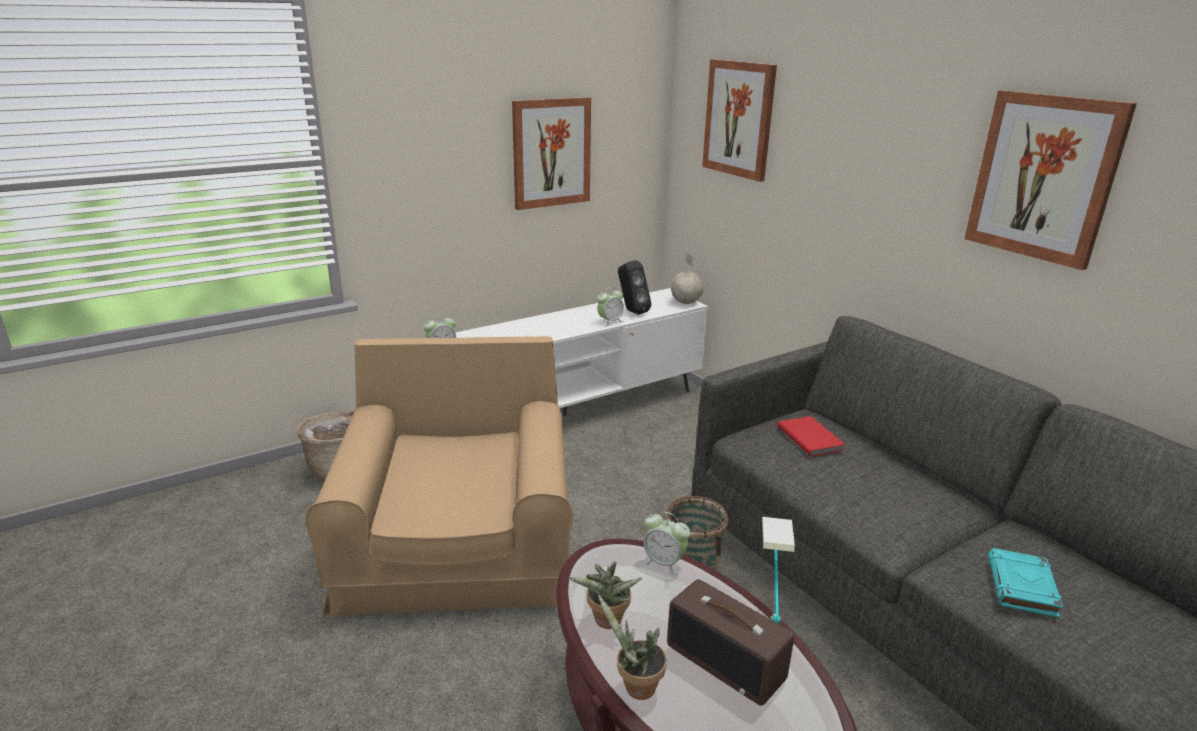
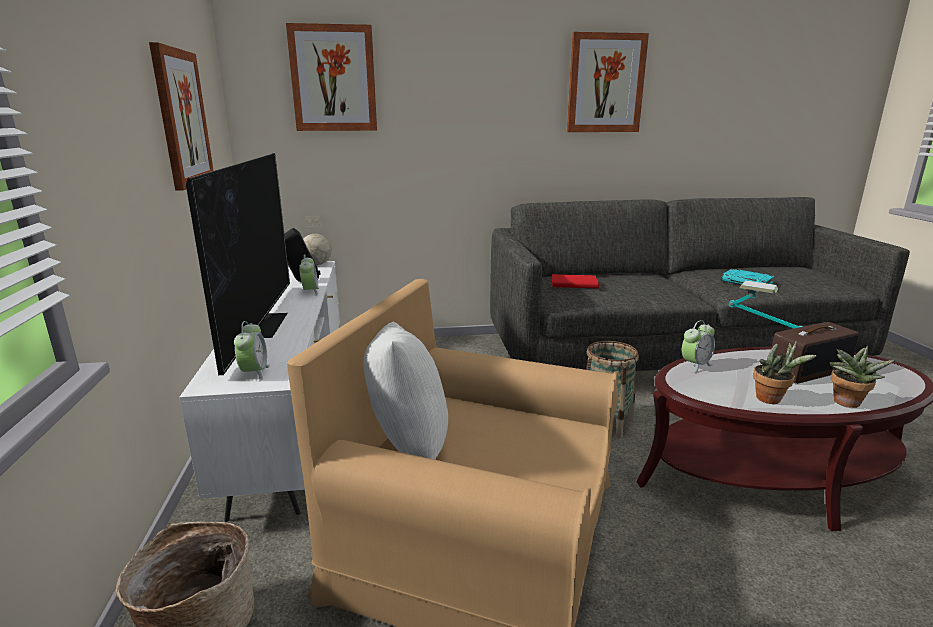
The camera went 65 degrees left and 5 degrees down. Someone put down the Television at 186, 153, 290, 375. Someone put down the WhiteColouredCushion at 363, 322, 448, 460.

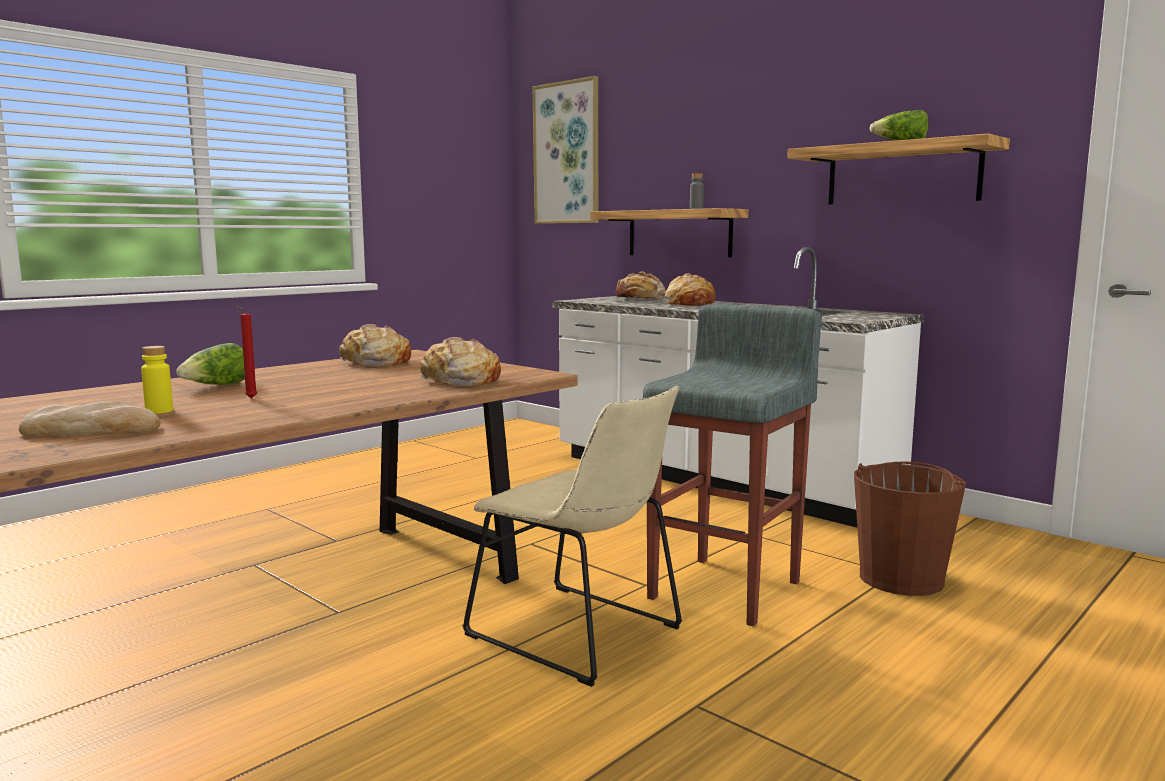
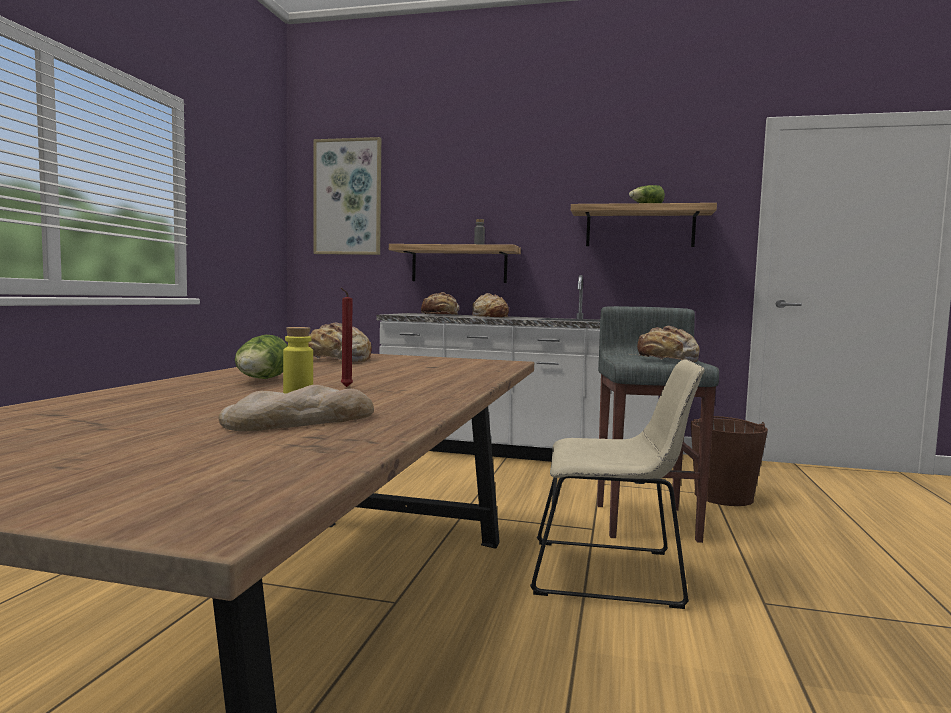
The camera went 30 degrees left and 5 degrees down. Someone carried the BakedBread from 420, 337, 501, 386 to 630, 326, 699, 362.

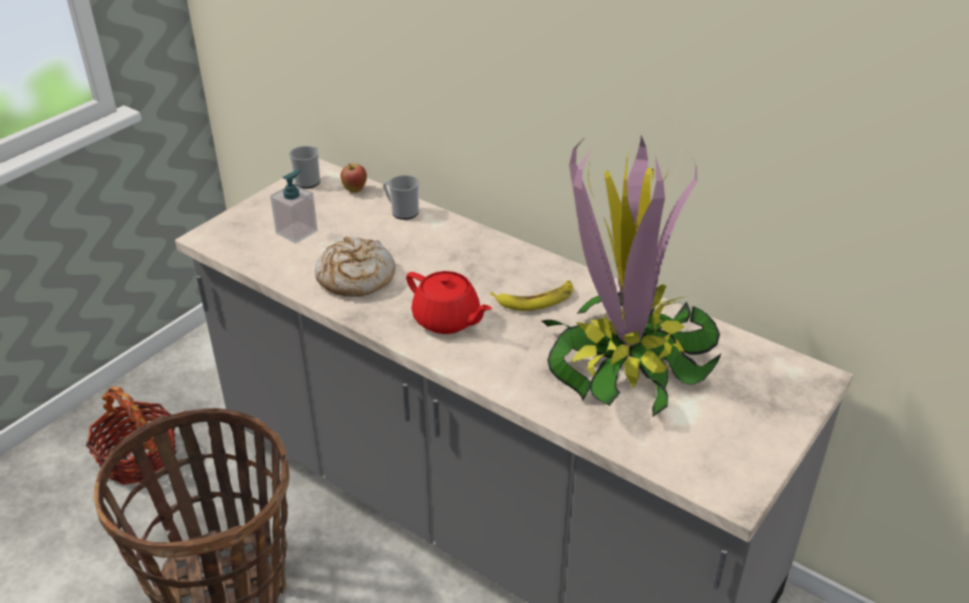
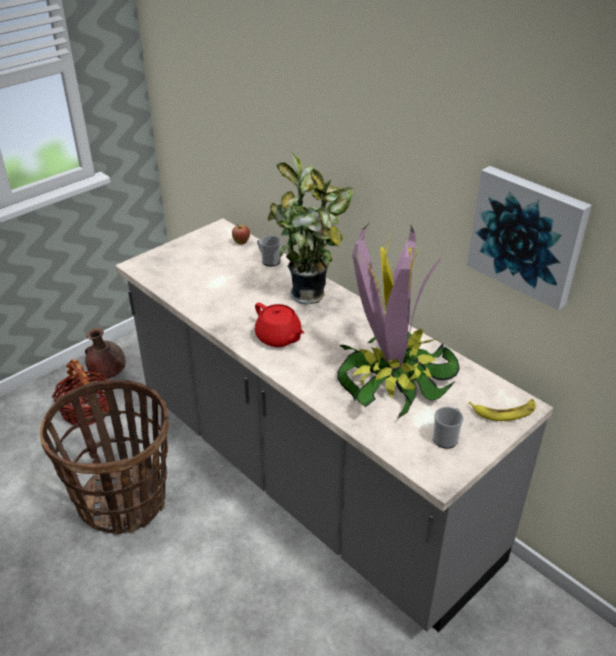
The camera went 10 degrees right and 0 degrees up. Someone put down the BrownColouredFlowerVase at 85, 328, 126, 379. Someone put down the PlantInAPot at 268, 151, 354, 304. Someone carried the CoffeeMug from 289, 146, 320, 189 to 433, 407, 463, 449. Someone put up the WallArt at 467, 166, 592, 310. Someone carried the BananaFruit from 490, 280, 573, 311 to 468, 399, 536, 421. Someone took away the SoapDispenser at 270, 169, 318, 243. Someone took away the BakedBread at 315, 237, 396, 297.

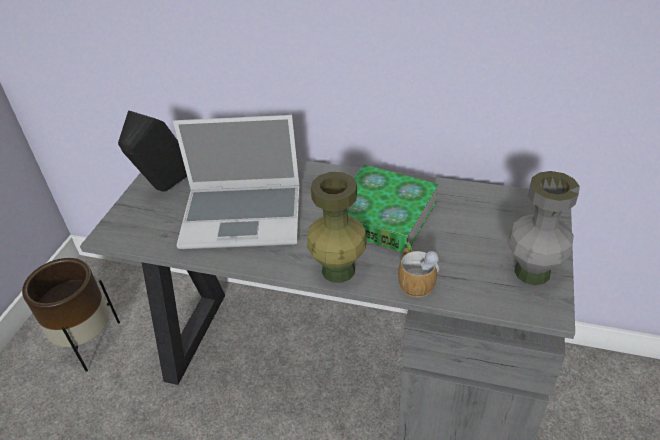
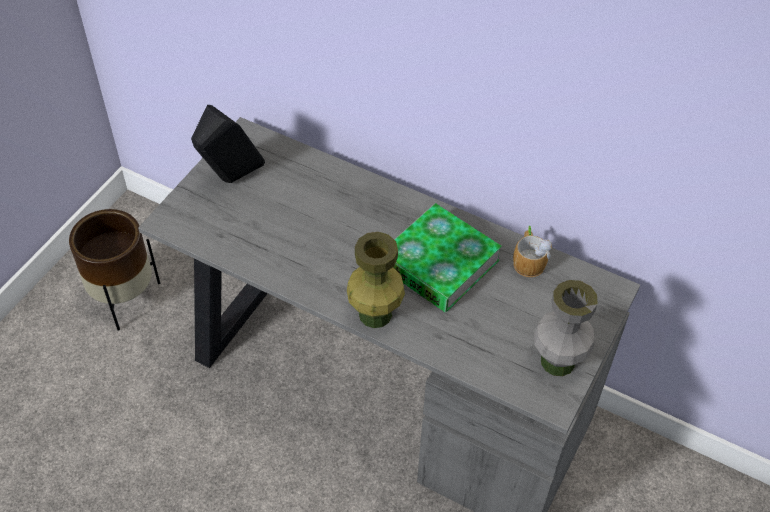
The camera went 10 degrees right and 10 degrees up. Someone carried the CoffeeMug from 398, 242, 440, 297 to 513, 226, 552, 277. Someone took away the PortableComputer at 173, 115, 300, 249.

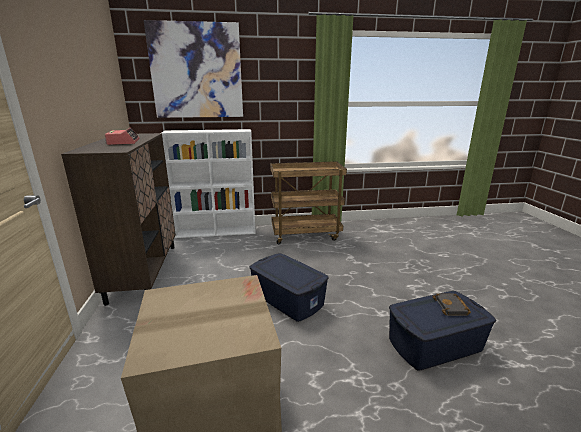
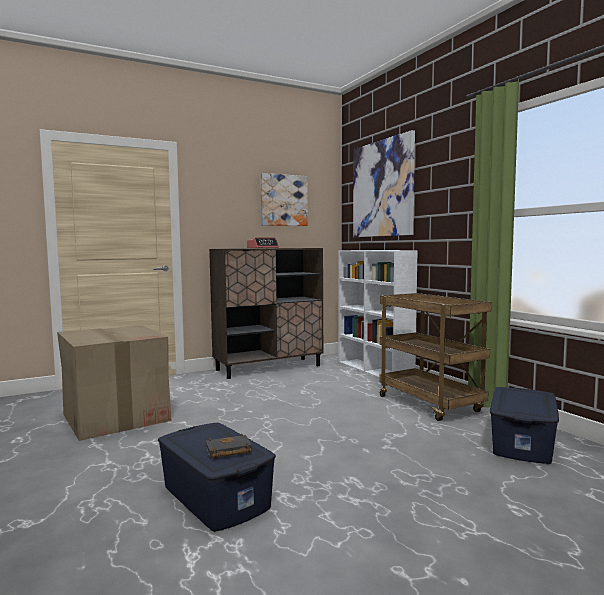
The camera went 70 degrees right and 15 degrees down. Someone put up the WallArt at 261, 173, 308, 226. Someone carried the BluishStorageContainer from 249, 253, 329, 322 to 490, 387, 559, 464.

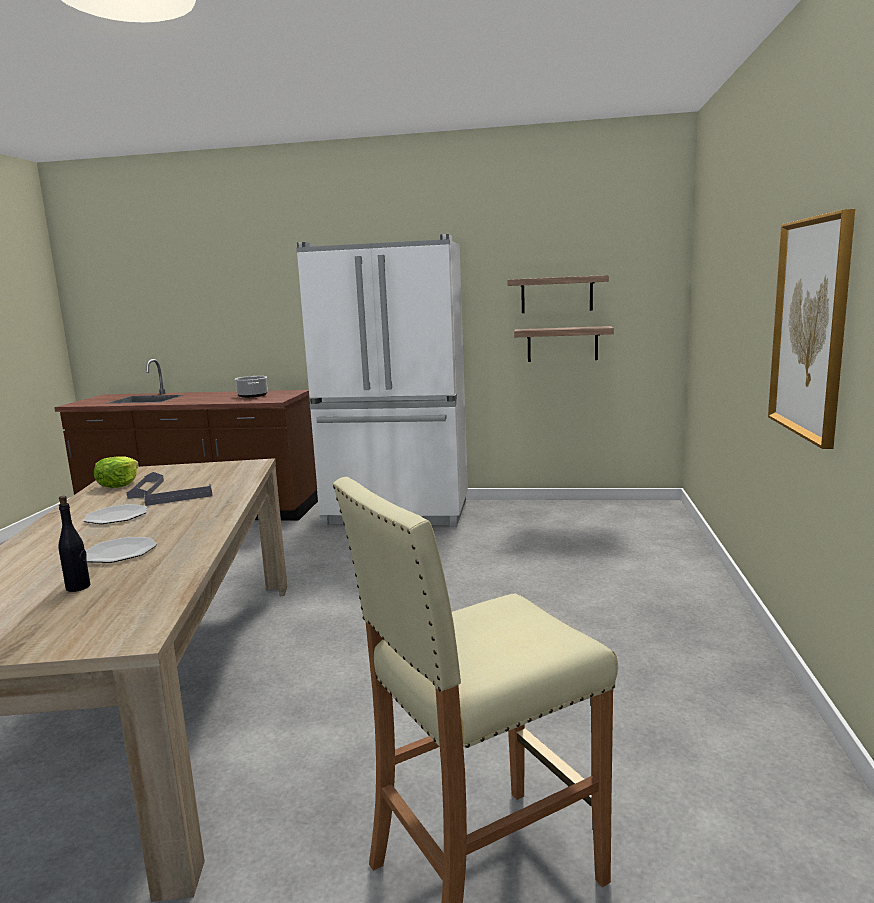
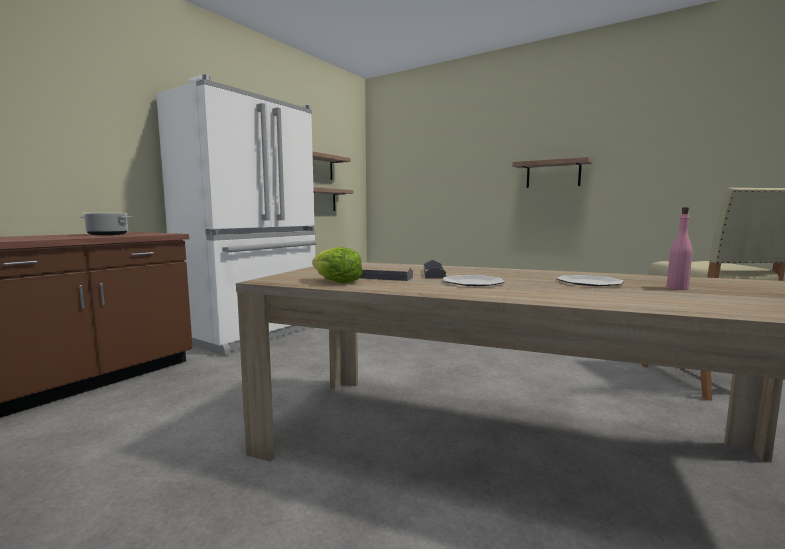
The camera went 65 degrees left and 5 degrees down. Someone swapped the WallArt at 768, 209, 855, 449 for the WallShelf at 512, 157, 592, 188. Someone repainted the BlackBeverageBottle at 58, 496, 91, 592, which became the PinkBeverageBottle at 667, 207, 692, 290.

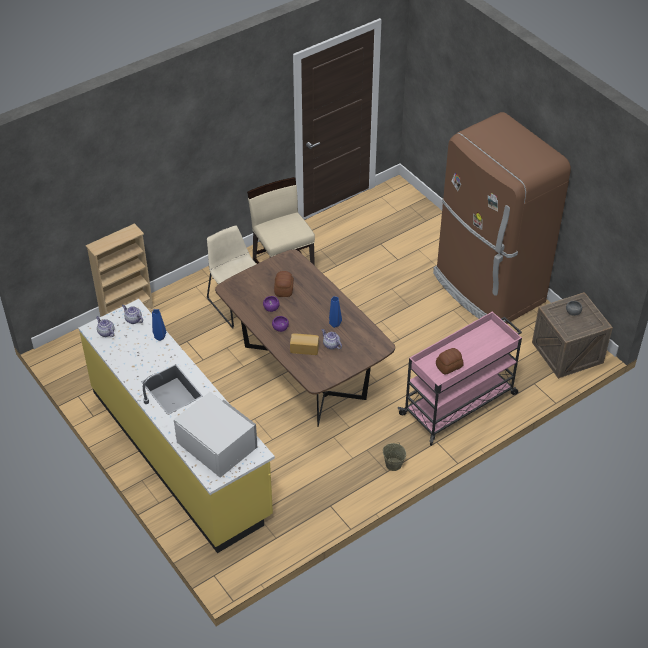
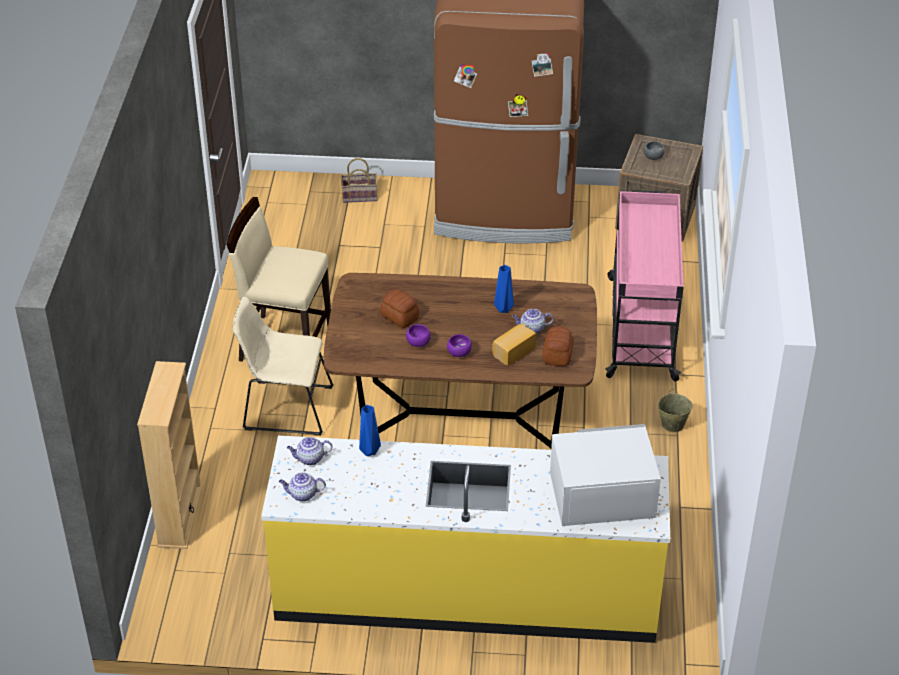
The camera went 50 degrees left and 5 degrees down. Someone put down the Basket at 341, 158, 378, 203. Someone carried the BakedBread from 436, 348, 464, 374 to 543, 326, 574, 366.

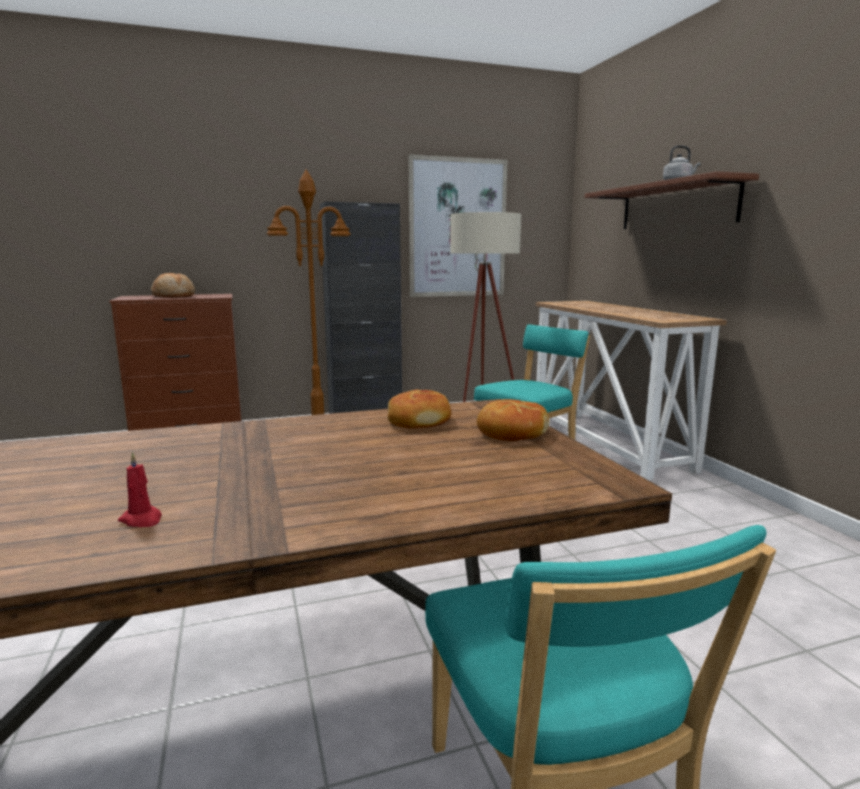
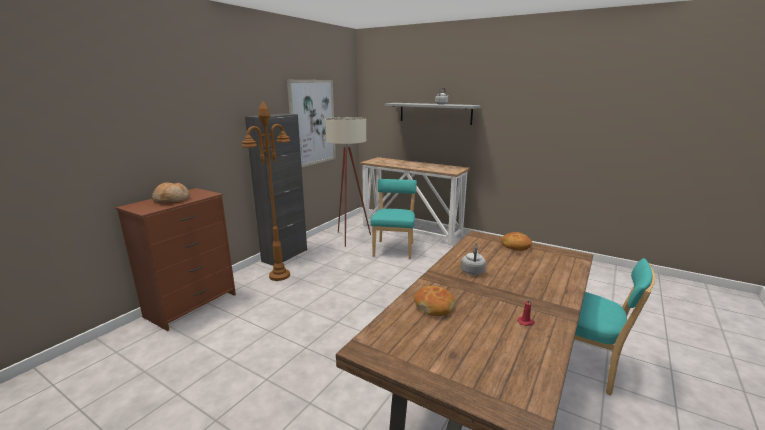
The camera went 40 degrees left and 5 degrees up. Someone repainted the BrownColouredWallShelf at 585, 171, 759, 229, which became the GreyWallShelf at 385, 103, 481, 125. Someone carried the BakedBread from 388, 390, 451, 429 to 414, 286, 455, 316. Someone put down the GreyWaterKettle at 461, 243, 486, 275.

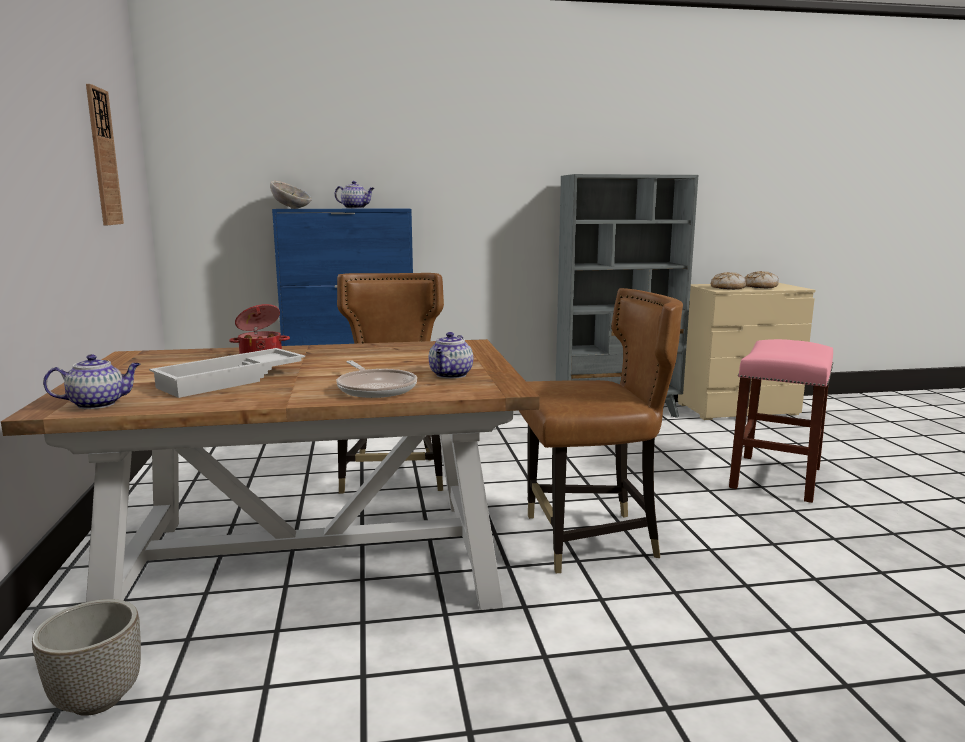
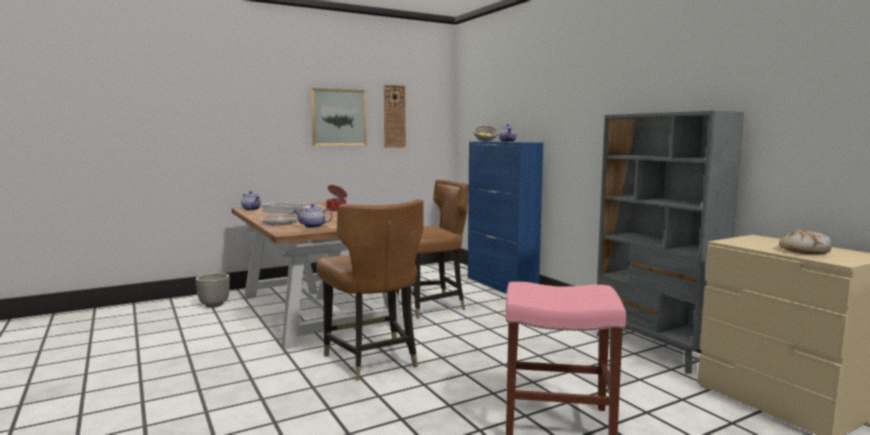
The camera went 70 degrees right and 5 degrees down. Someone put up the WallArt at 311, 88, 366, 146. Someone took away the BakedBread at 711, 272, 746, 290.

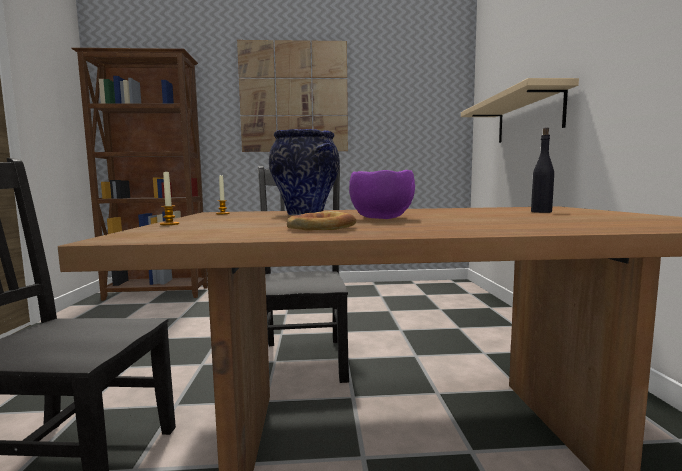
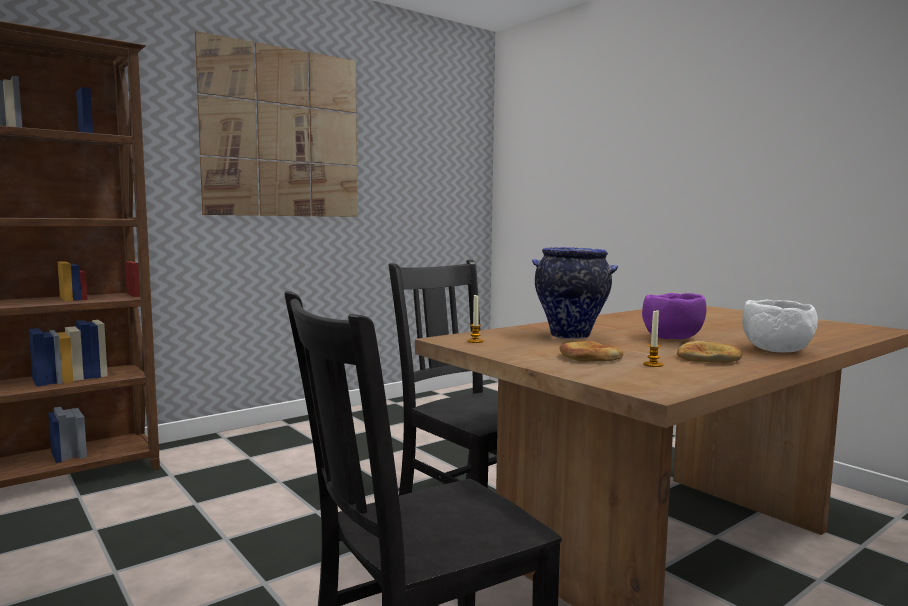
The camera went 35 degrees left and 0 degrees up. Someone put down the BakedBread at 560, 341, 623, 362. Someone carried the Candle from 160, 172, 179, 225 to 643, 310, 663, 367. Someone put down the WhiteColouredDeepDish at 742, 300, 818, 353. Someone took away the SandColouredWallShelf at 461, 78, 579, 143. Someone took away the BlackBeverageBottle at 531, 128, 554, 213.

